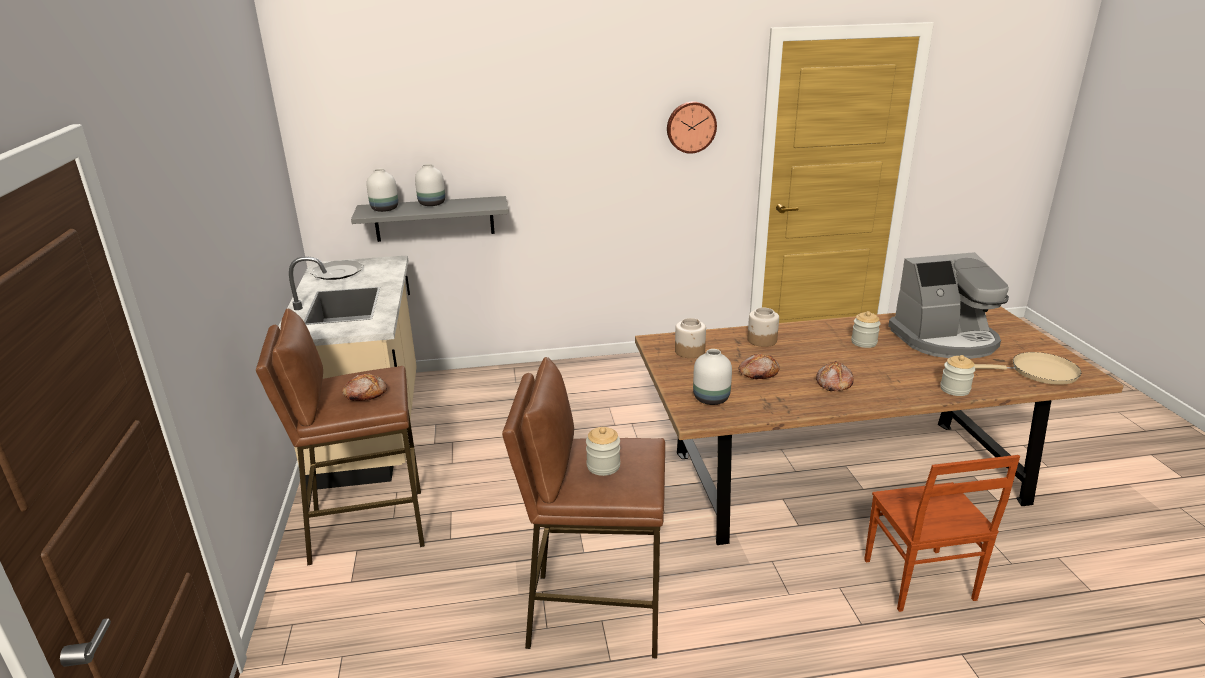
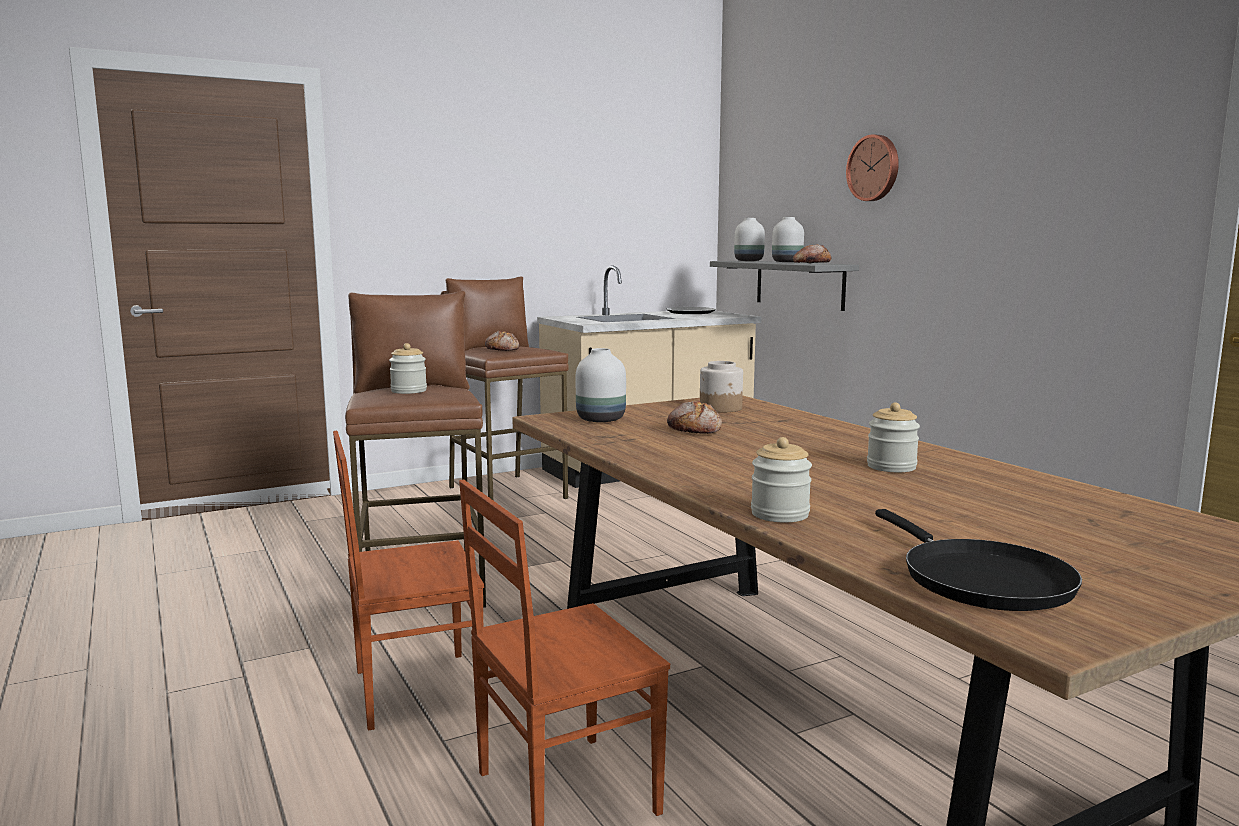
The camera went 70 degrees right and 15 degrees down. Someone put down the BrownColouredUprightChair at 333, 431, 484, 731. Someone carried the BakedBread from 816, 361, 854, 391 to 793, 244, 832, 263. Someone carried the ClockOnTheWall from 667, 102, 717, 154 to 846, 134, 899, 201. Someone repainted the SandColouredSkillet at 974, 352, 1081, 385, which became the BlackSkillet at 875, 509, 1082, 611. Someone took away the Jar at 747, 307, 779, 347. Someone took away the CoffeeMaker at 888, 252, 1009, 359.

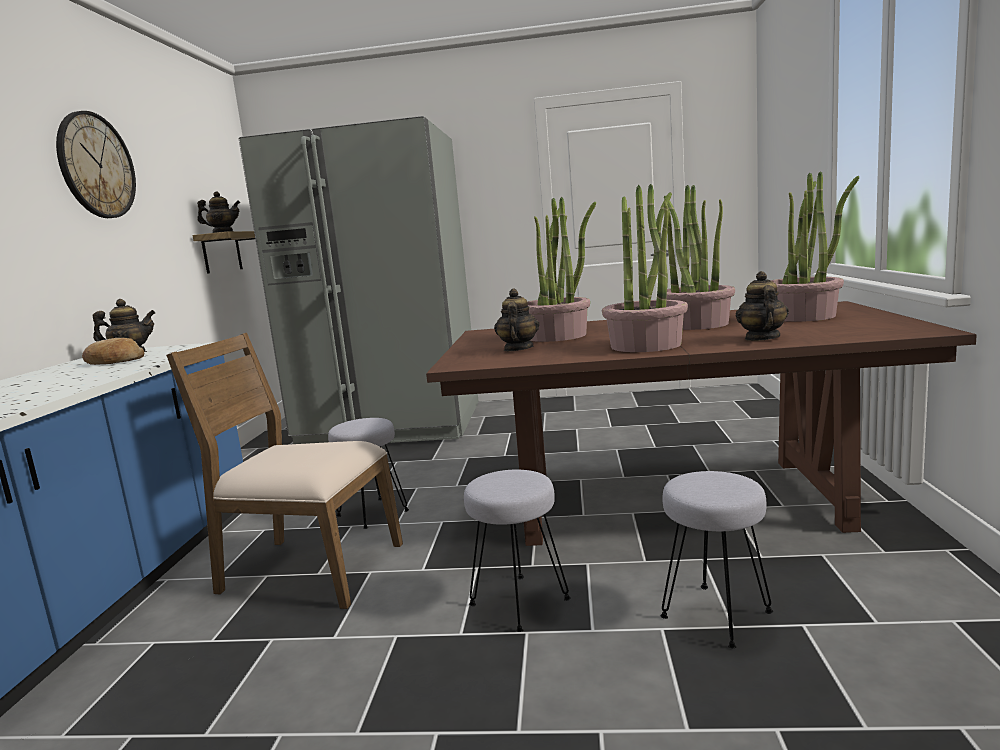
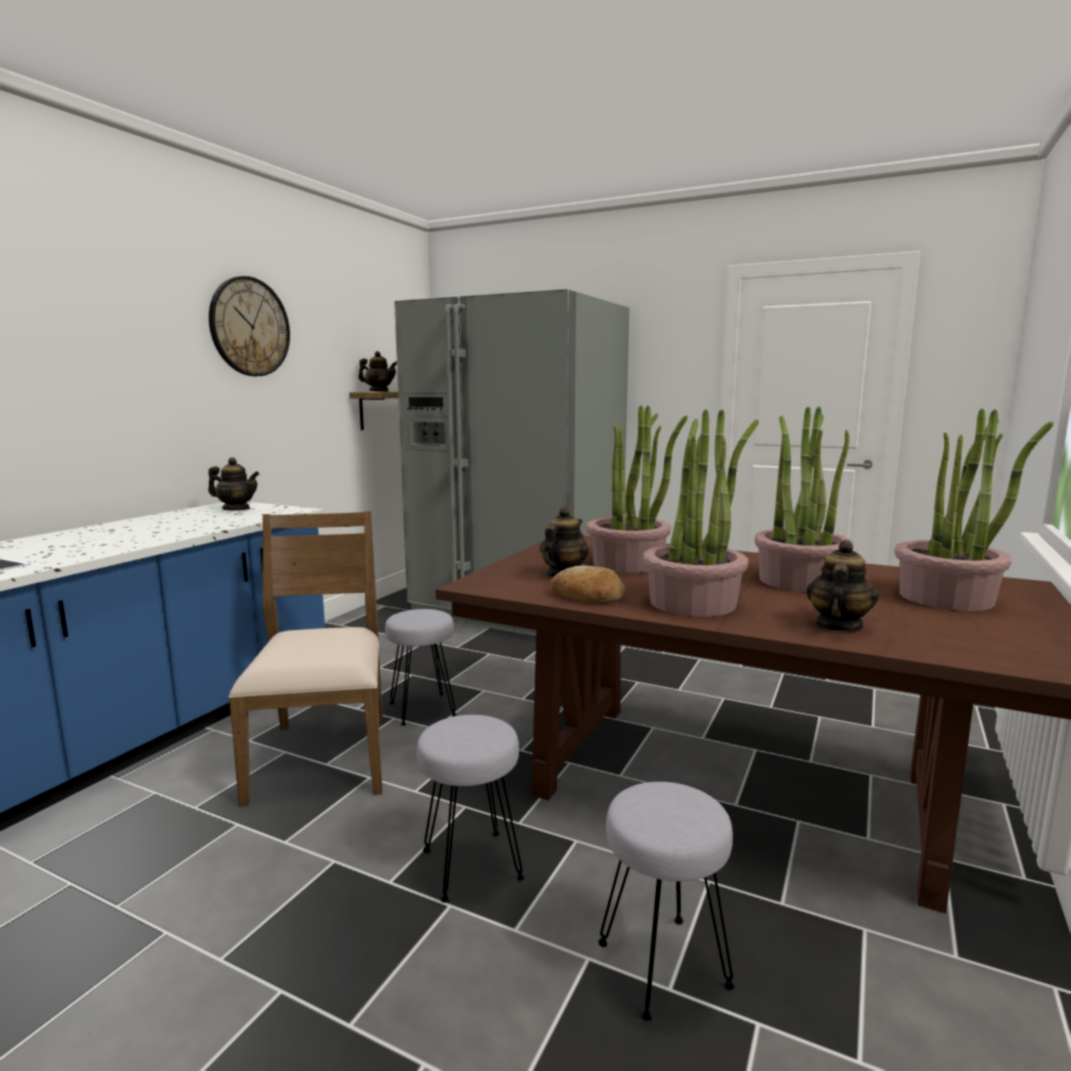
The camera went 20 degrees right and 0 degrees up. Someone rotated the BrownColouredUprightChair at 166, 333, 403, 609 by 45 degrees clockwise. Someone carried the BakedBread from 82, 338, 144, 365 to 551, 565, 626, 602.

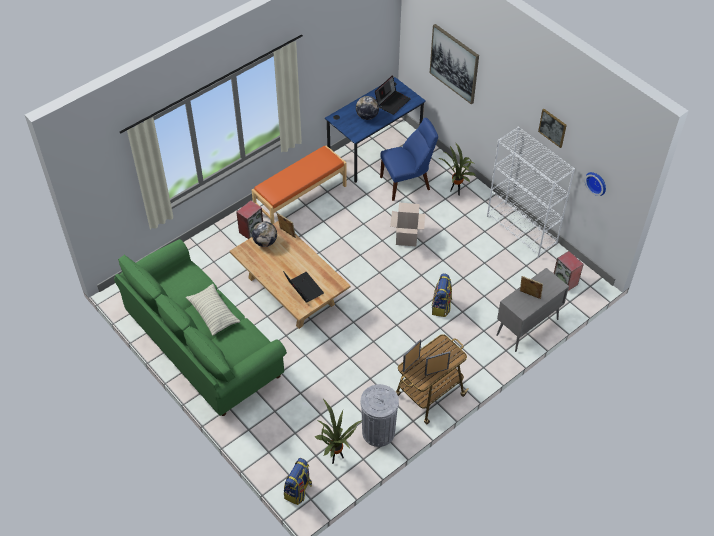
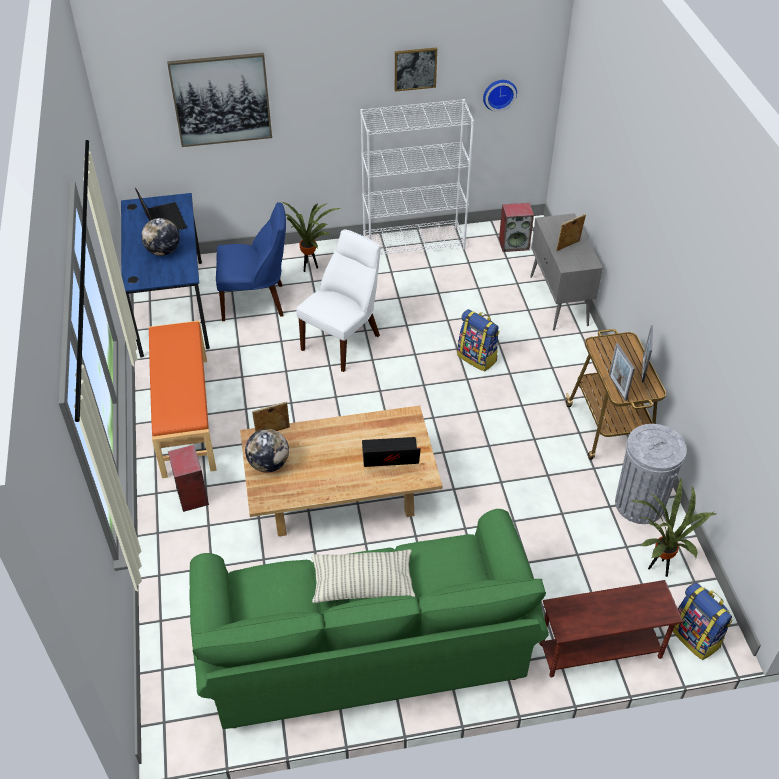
The camera went 60 degrees left and 5 degrees down. Someone rotated the BluishUprightChair at 380, 118, 438, 201 by 75 degrees clockwise. Someone swapped the CardboardBox at 390, 203, 425, 246 for the WhiteColouredUprightChair at 296, 230, 381, 372. Someone put down the BrownColouredSideTable at 539, 580, 683, 678.

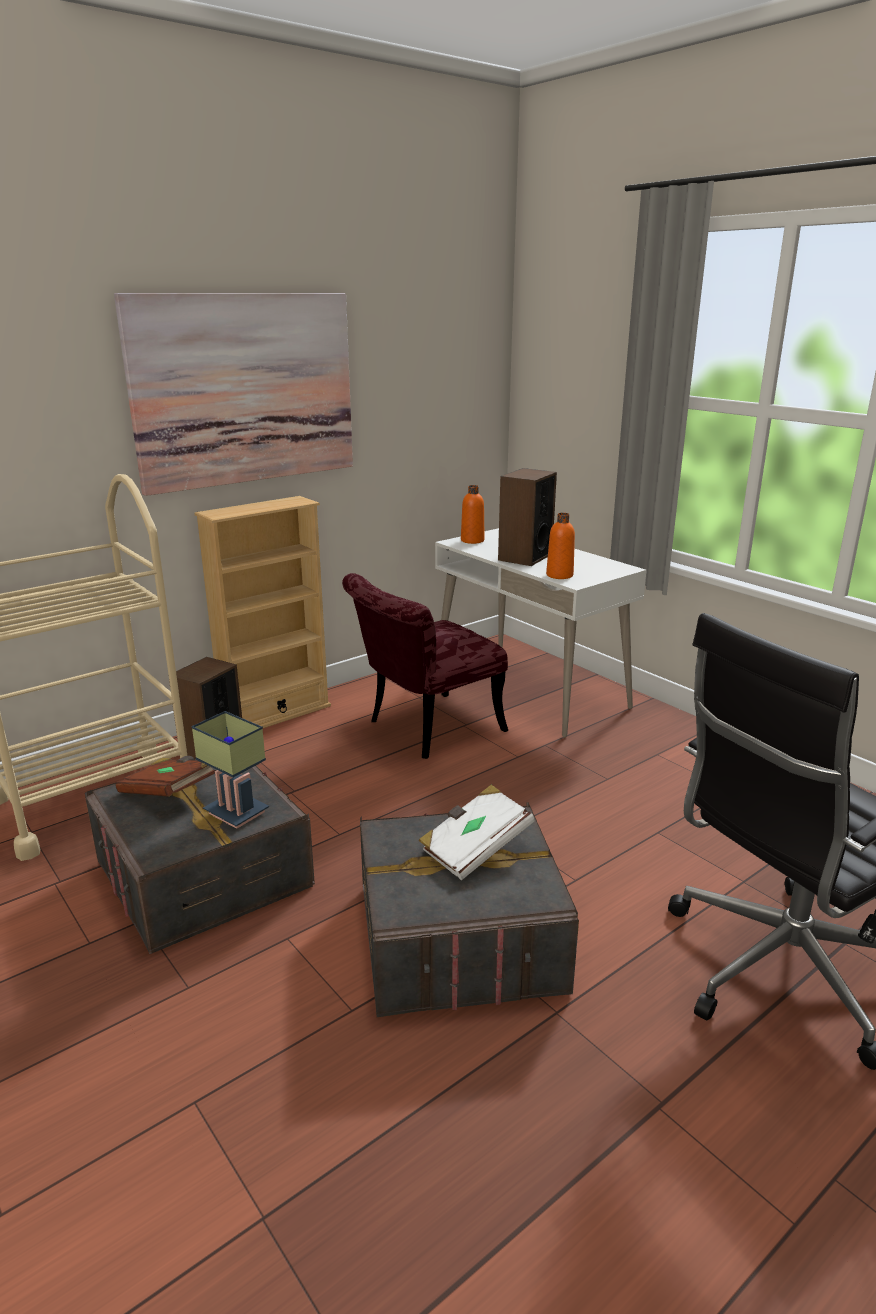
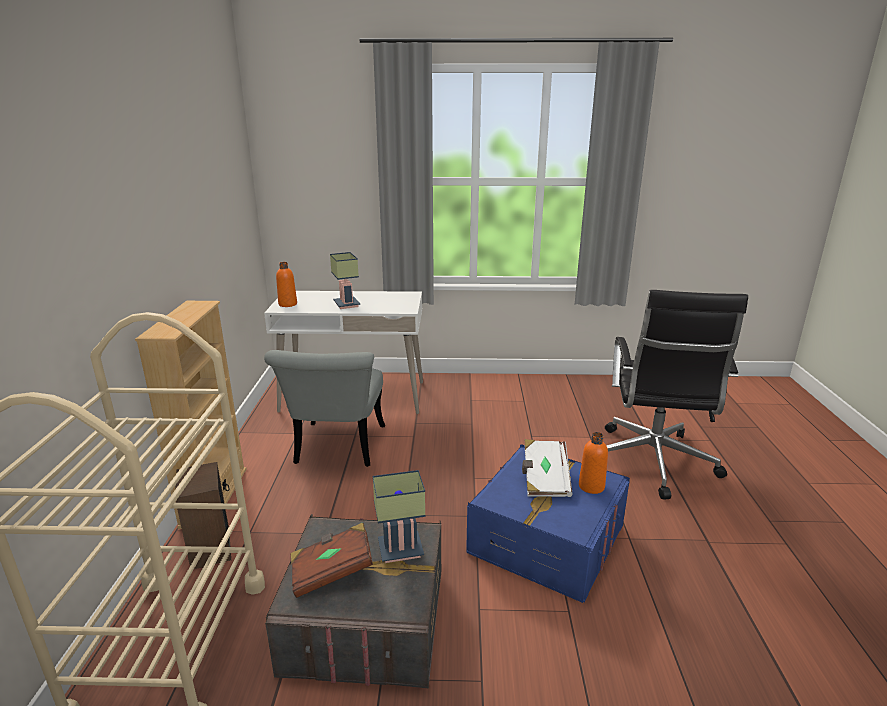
The camera went 50 degrees left and 0 degrees up. Someone repainted the RedColouredUprightChair at 342, 573, 509, 759, which became the GreyUprightChair at 264, 350, 385, 467. Someone swapped the Loudspeaker at 498, 468, 557, 566 for the LampForATable at 330, 252, 360, 309. Someone repainted the GreyStorageContainer at 360, 802, 579, 1017, which became the BluishStorageContainer at 466, 444, 630, 603. Someone carried the OrangeColouredBeverageBottle from 546, 513, 575, 579 to 579, 432, 608, 494. Someone took away the WallArt at 114, 293, 353, 496.

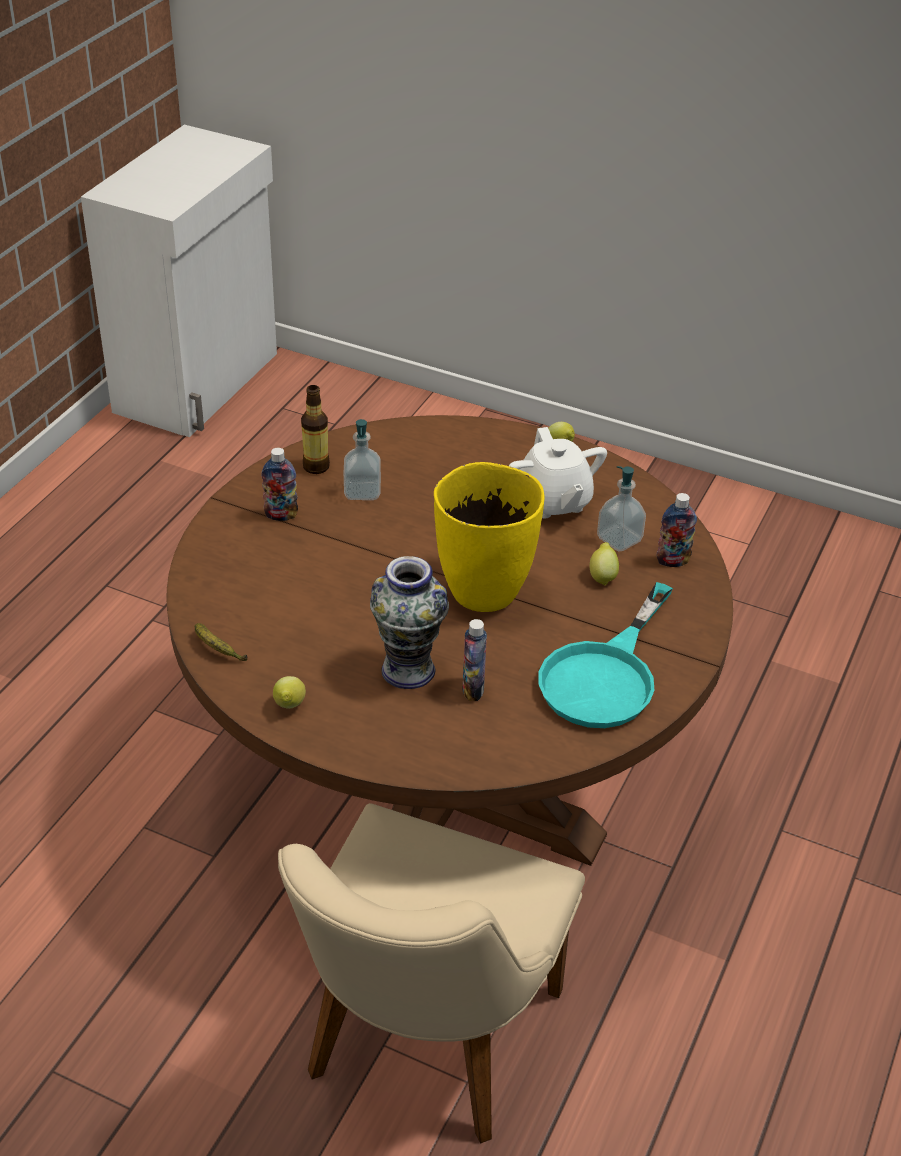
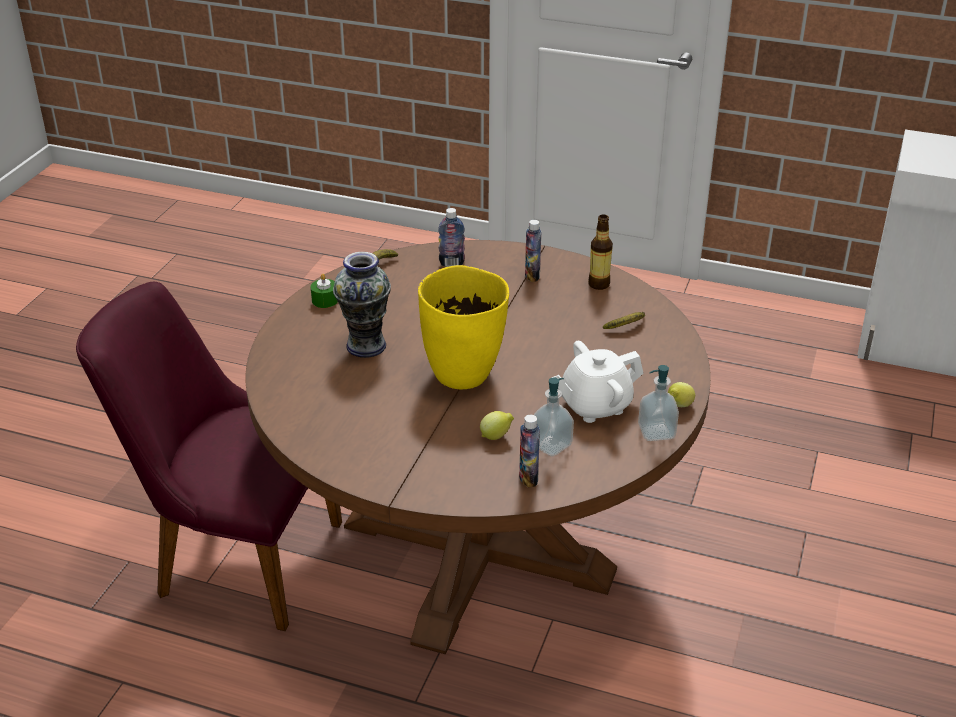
The camera went 85 degrees right and 5 degrees down. Someone repainted the SandColouredUprightChair at 278, 803, 585, 1144, which became the PurpleColouredUprightChair at 76, 282, 342, 631. Someone swapped the Lemon at 273, 676, 306, 709 for the GreenishCandle at 311, 274, 338, 308. Someone carried the BeverageBottle from 462, 619, 487, 701 to 438, 208, 465, 267. Someone put down the BananaFruit at 603, 311, 645, 329. Someone carried the SoapDispenser from 344, 419, 381, 500 to 638, 365, 679, 441. Someone took away the TurquoiseColouredSkillet at 539, 582, 673, 728.

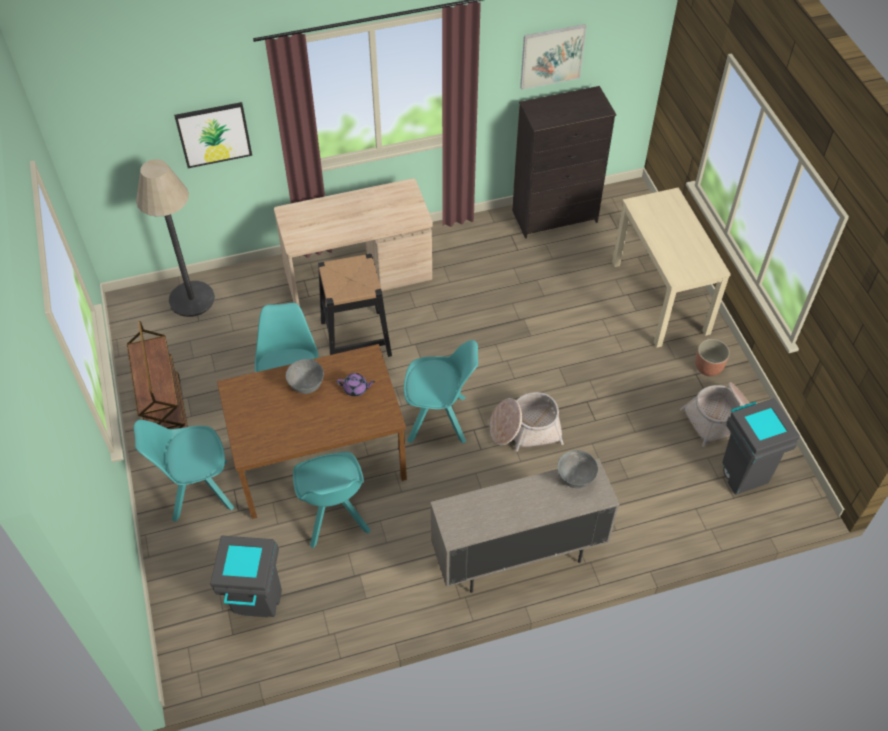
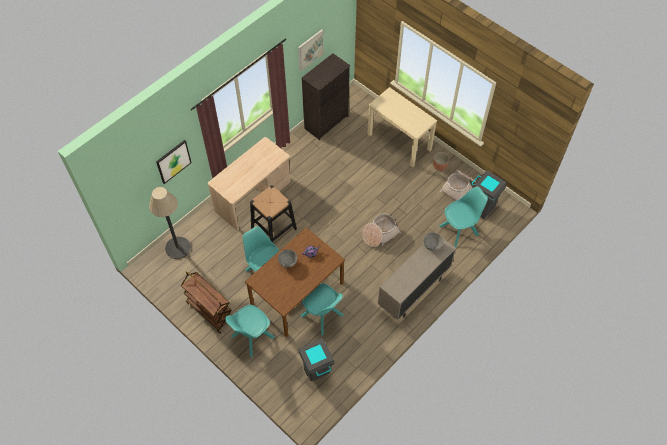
The camera went 30 degrees left and 5 degrees up. Someone carried the TurquoiseColouredUprightChair from 404, 340, 478, 443 to 439, 187, 488, 247.

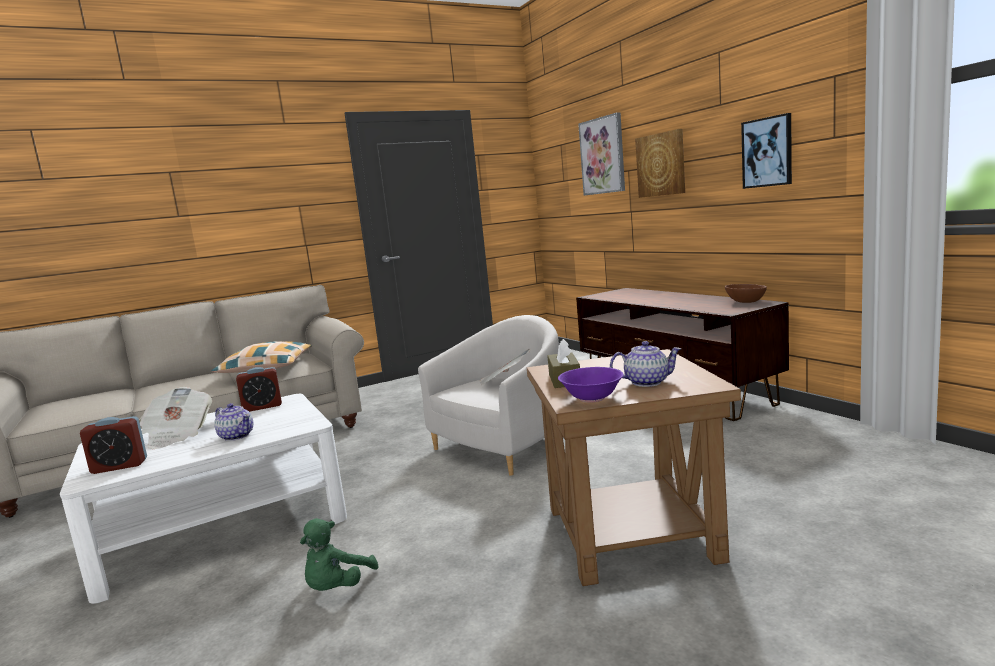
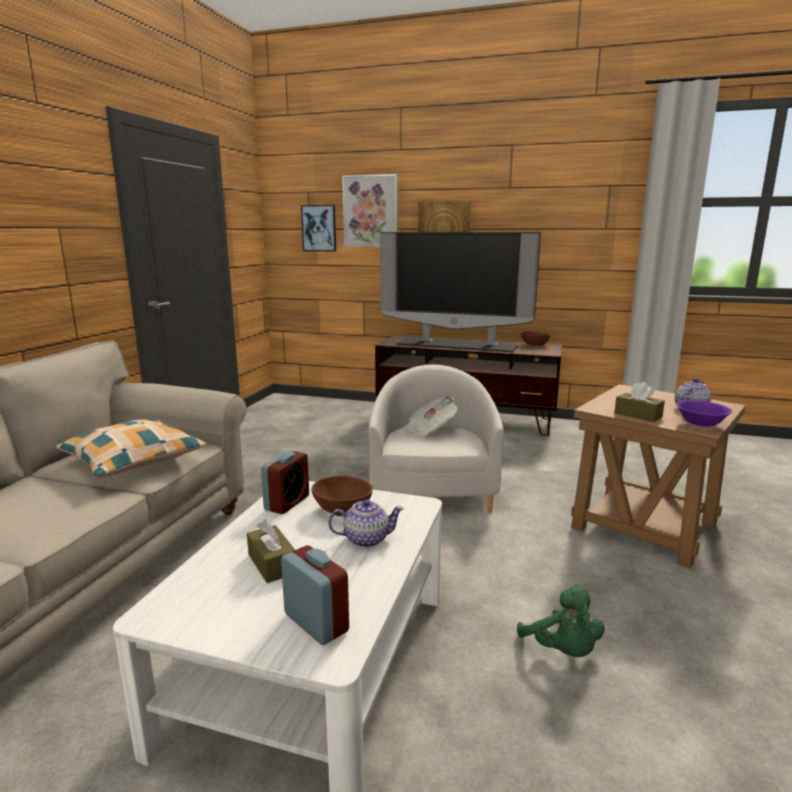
The camera went 45 degrees left and 5 degrees up. Someone swapped the Newspaper at 139, 387, 212, 449 for the BrownColouredTissueHolder at 247, 519, 295, 583. Someone rotated the TableClock at 80, 416, 147, 474 by 75 degrees counterclockwise. Someone carried the WallArt from 741, 113, 792, 189 to 301, 205, 336, 251. Someone put down the BrownColouredDeepDish at 311, 476, 373, 516. Someone put down the Television at 380, 232, 541, 352.

